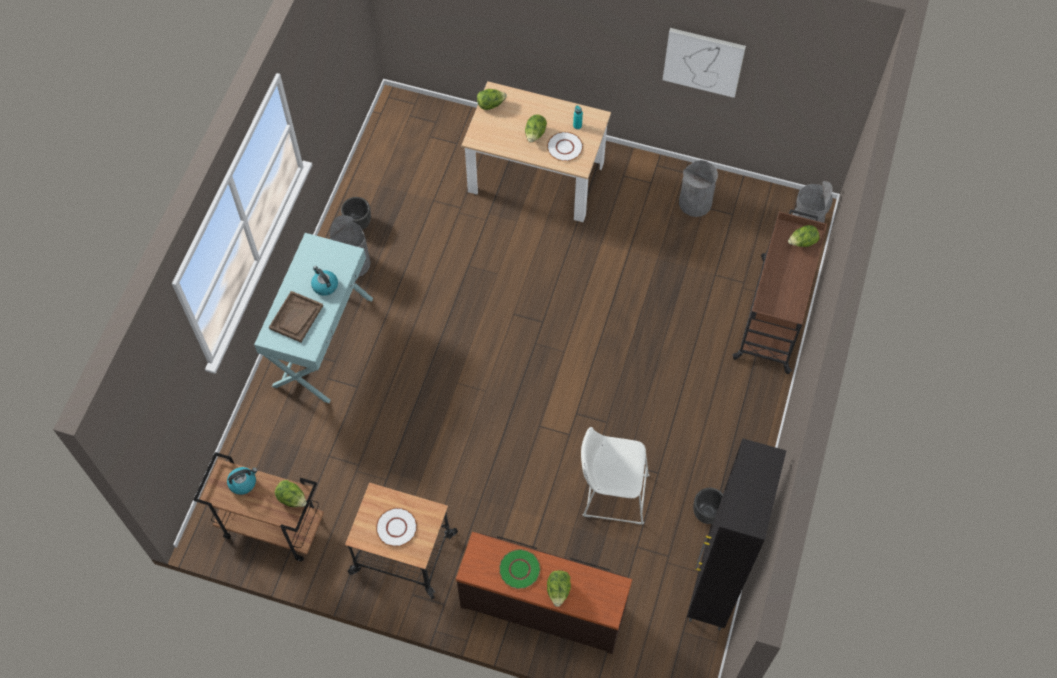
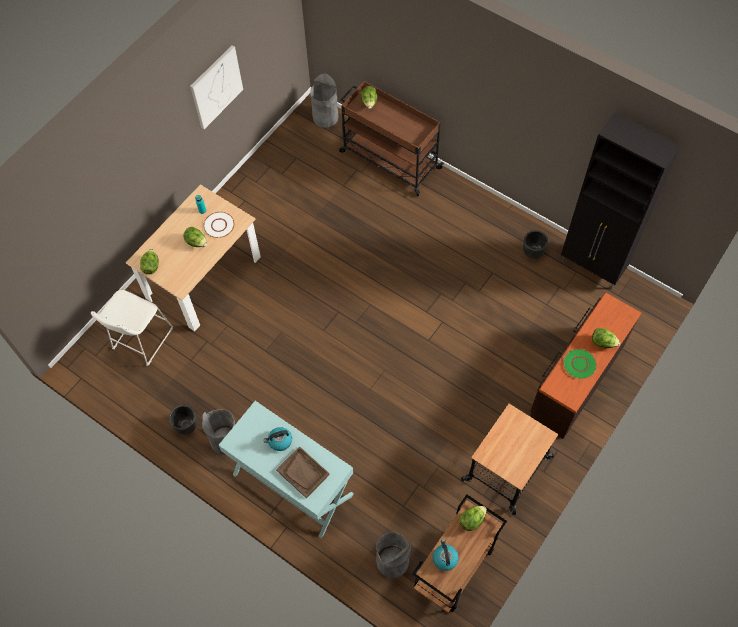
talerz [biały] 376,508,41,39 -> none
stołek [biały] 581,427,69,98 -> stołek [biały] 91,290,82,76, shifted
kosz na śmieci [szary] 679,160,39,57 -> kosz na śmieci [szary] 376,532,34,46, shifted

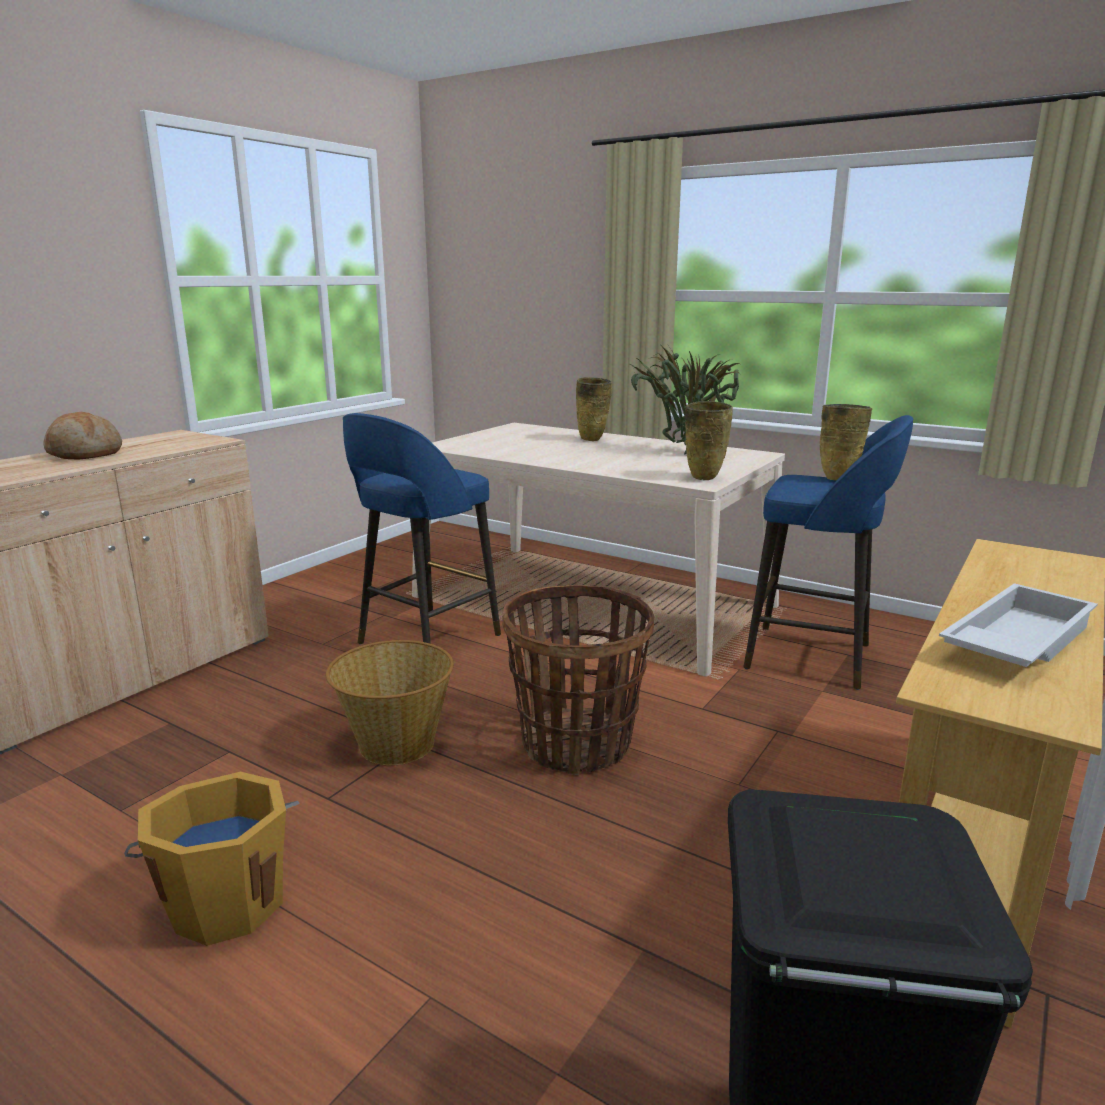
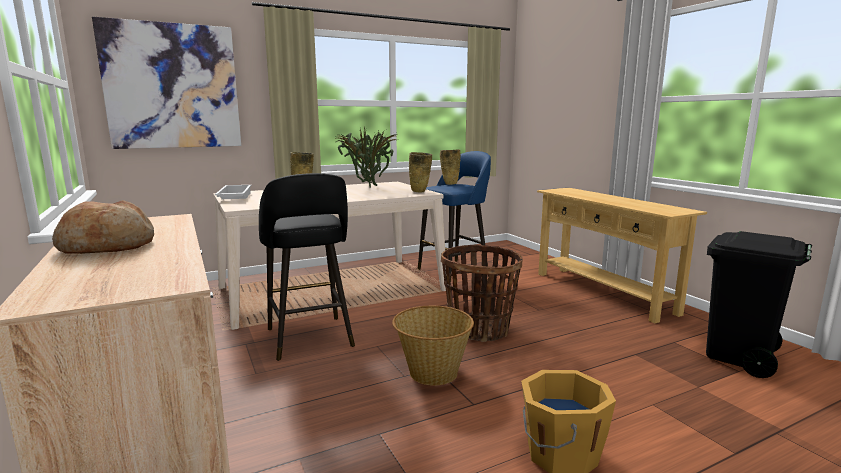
none -> obraz 92,17,149,132
taca [biały] 939,583,159,84 -> taca [biały] 215,185,36,14, shifted
stołek [niebieski] 343,413,158,231 -> stołek [czarny] 259,173,96,188

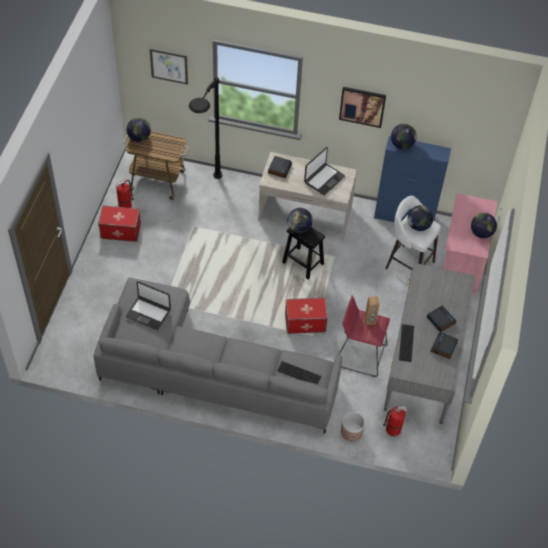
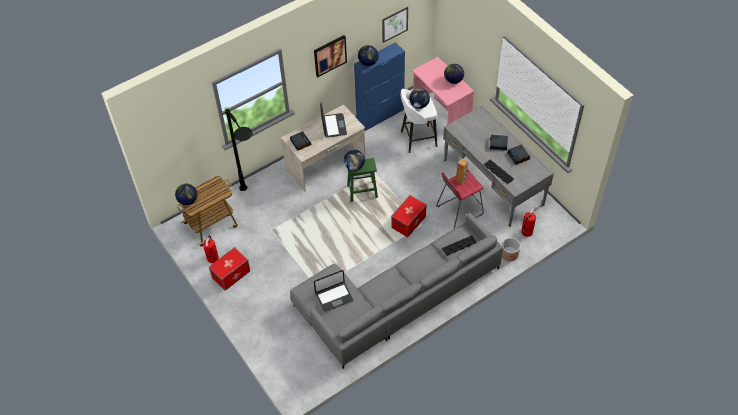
obraz 150,48,38,37 -> obraz 382,7,26,36, shifted
stołek [czarny] 282,227,43,52 -> stołek [zielony] 347,158,31,44

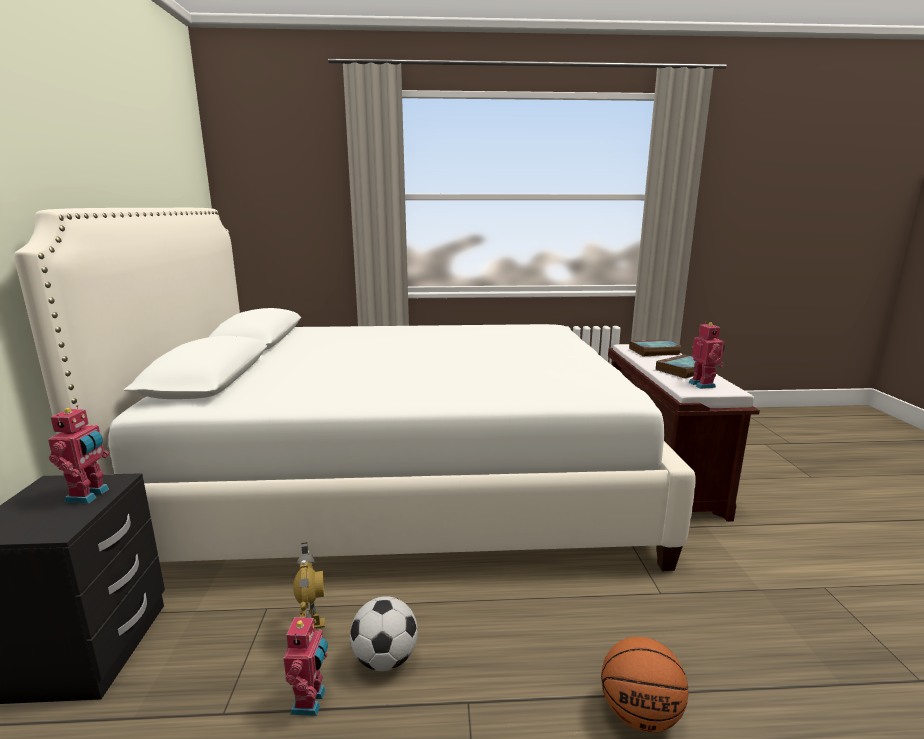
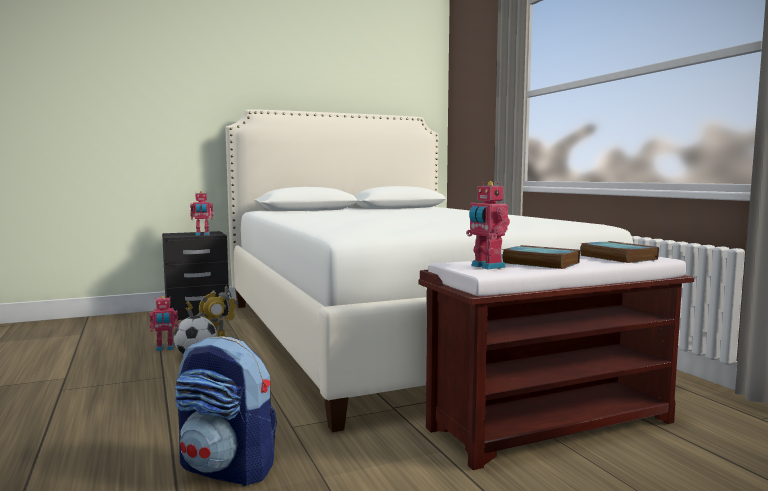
piłka do koszykówki 601,637,88,96 -> none
none -> plecak 175,336,102,150
robot zabawkowy 689,322,36,67 -> robot zabawkowy 466,181,44,88, 90 degrees clockwise

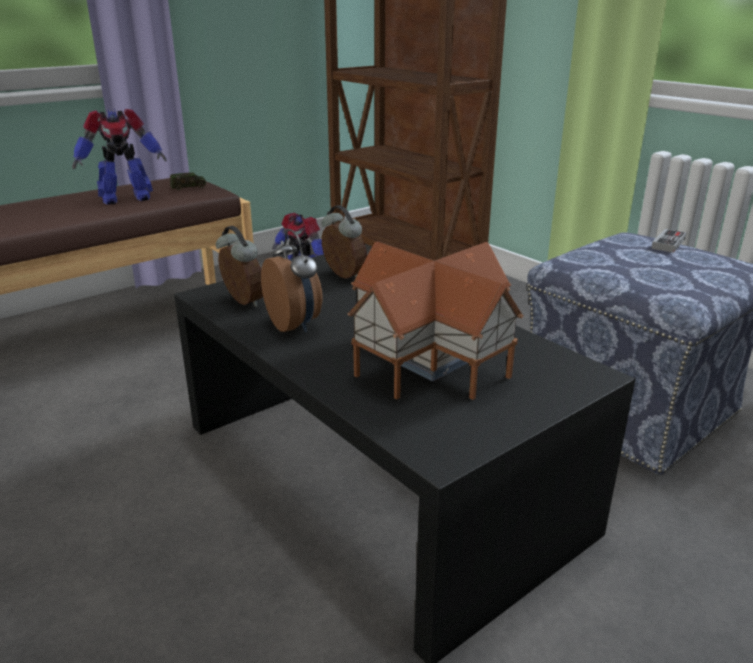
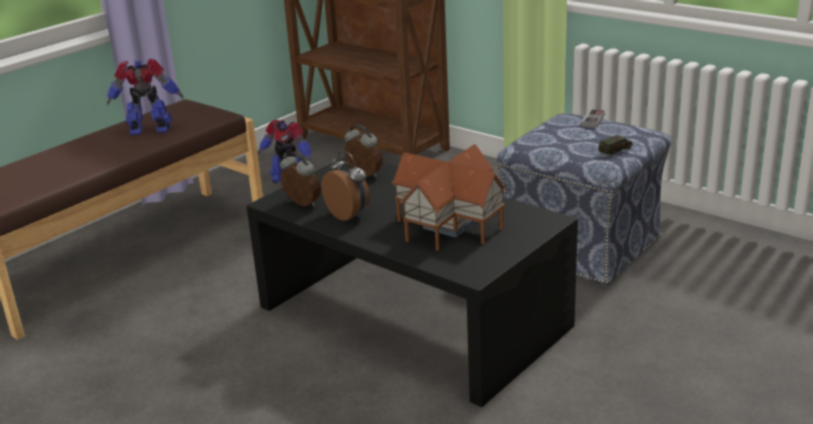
samochodzik 170,173,36,17 -> samochodzik 598,135,34,21, shifted
robot zabawkowy 72,109,95,96 -> robot zabawkowy 107,59,77,76, 150 degrees counterclockwise

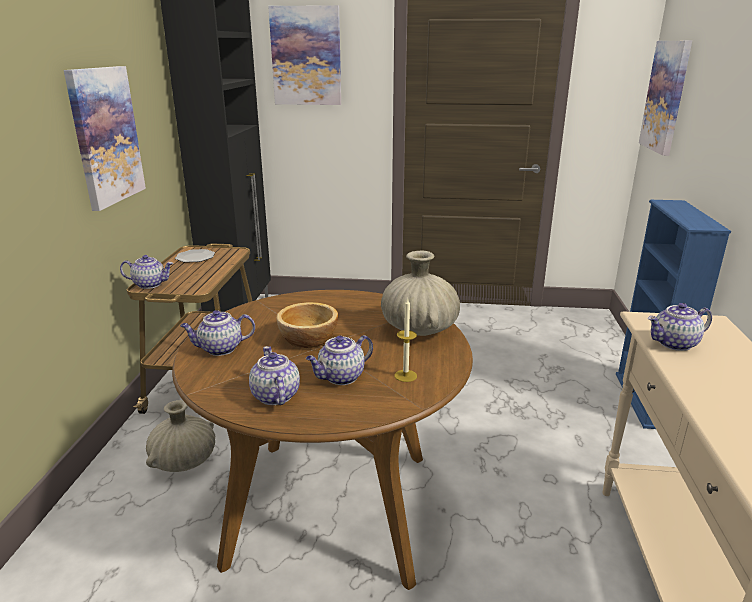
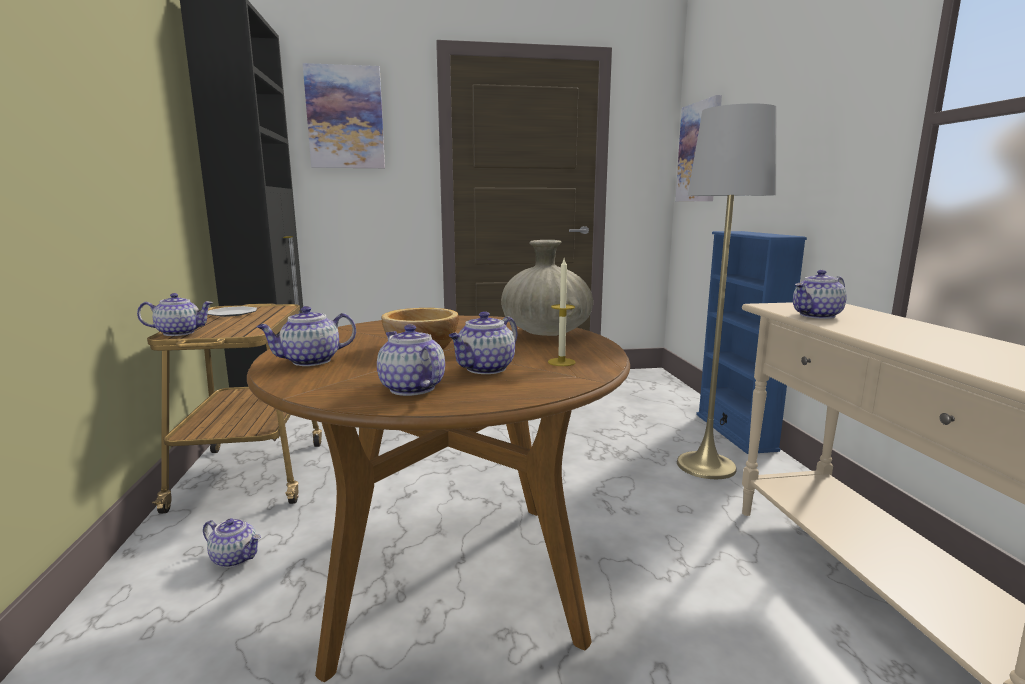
obraz 64,66,82,145 -> none
none -> lampa stojąca [szary] 677,104,100,375
wazon [beżowy] 146,400,69,72 -> imbryk 203,518,58,50

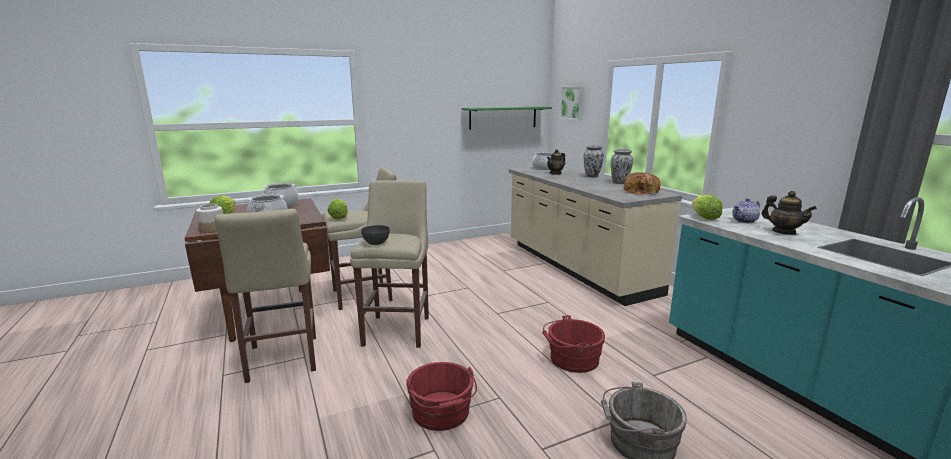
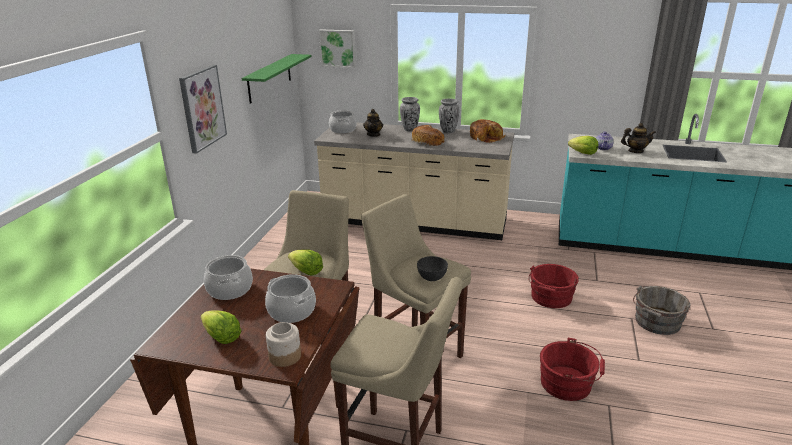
none -> obraz 179,65,48,89
none -> chleb 412,125,33,21

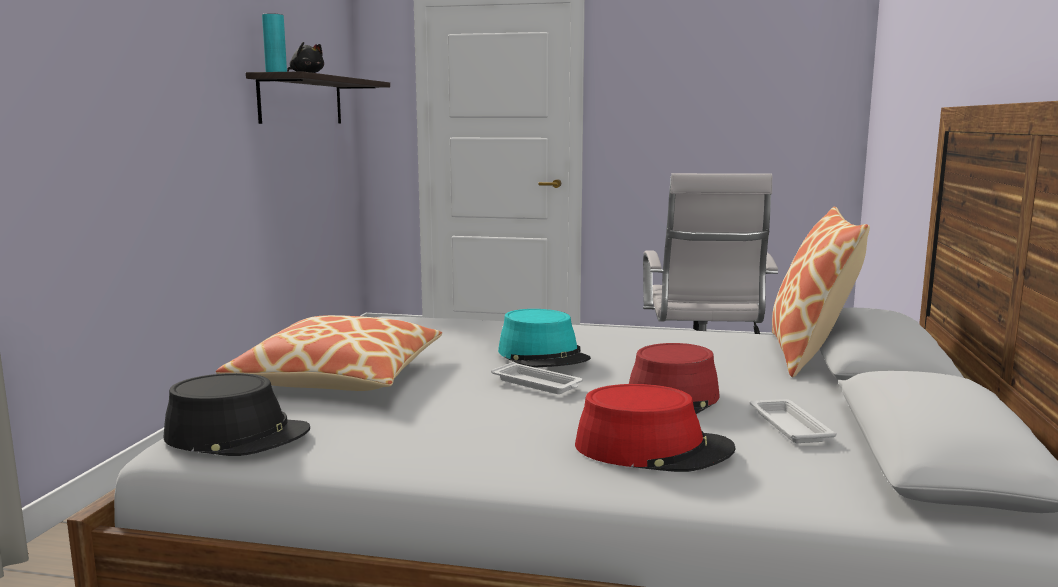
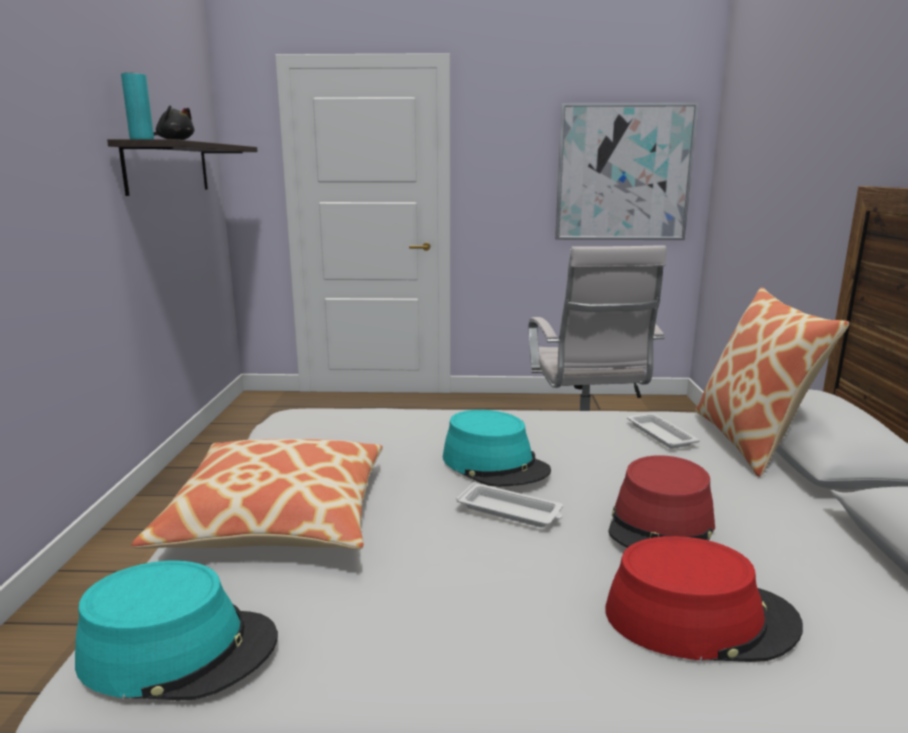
none -> obraz 555,103,144,137
taca [biały] 750,399,86,44 -> taca [biały] 627,413,73,36, shifted
kapelusz [czarny] 163,373,147,83 -> kapelusz [turkusowy] 75,561,203,139

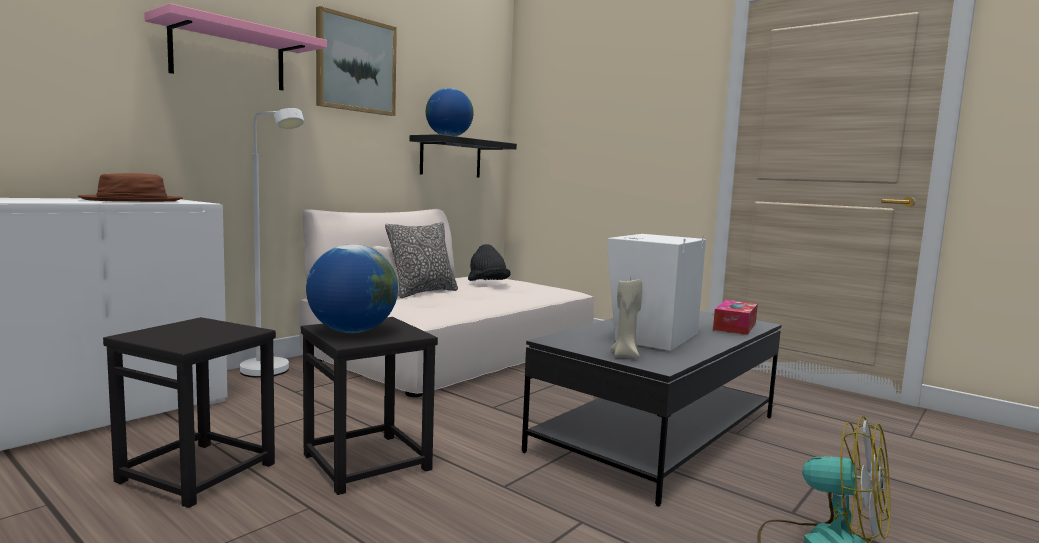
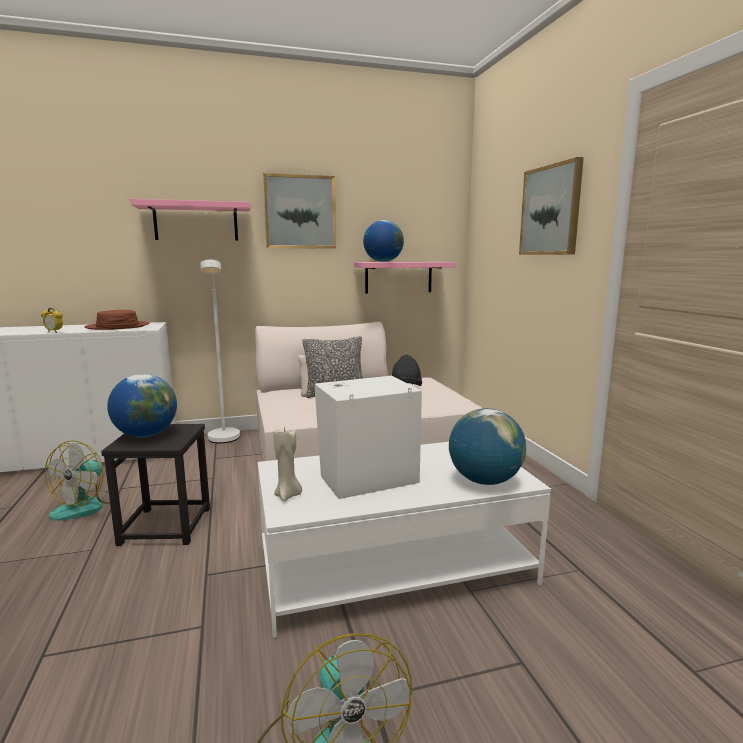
none -> budzik 41,308,22,25
none -> obraz 519,157,65,98
stołek [czarny] 103,317,173,191 -> wentylator 45,440,75,81
pudełko chusteczek 713,300,45,35 -> globus 449,408,77,77
półka [czarny] 410,134,107,44 -> półka [różowy] 354,262,102,32
ława [czarny] 522,311,259,196 -> ława [biały] 258,442,293,196

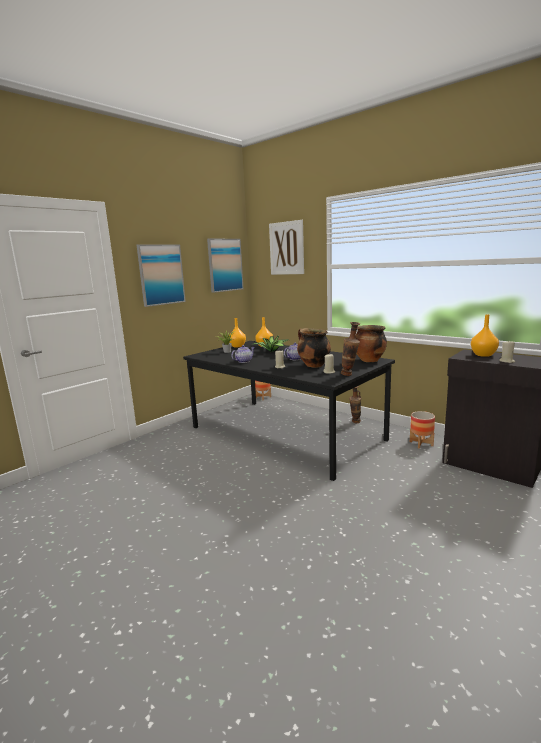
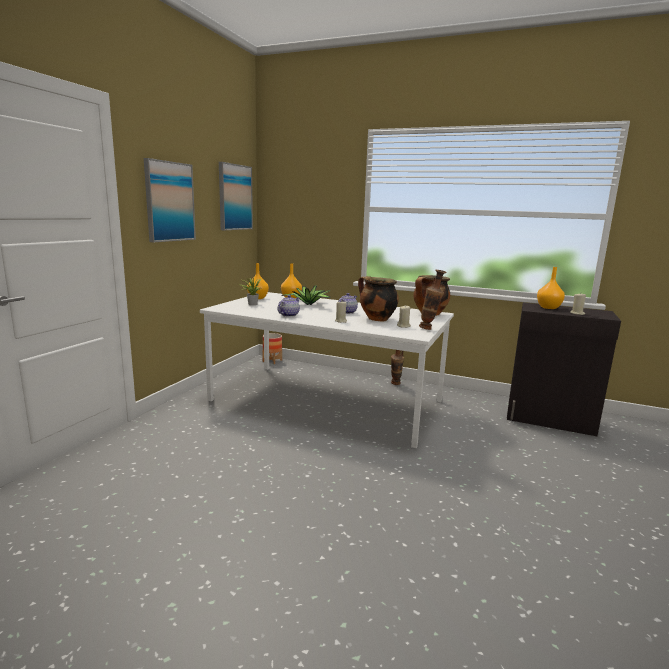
obraz 269,220,35,55 -> none
donica 410,411,25,38 -> none
stół jadalny [czarny] 183,341,212,140 -> stół jadalny [biały] 200,292,254,156

